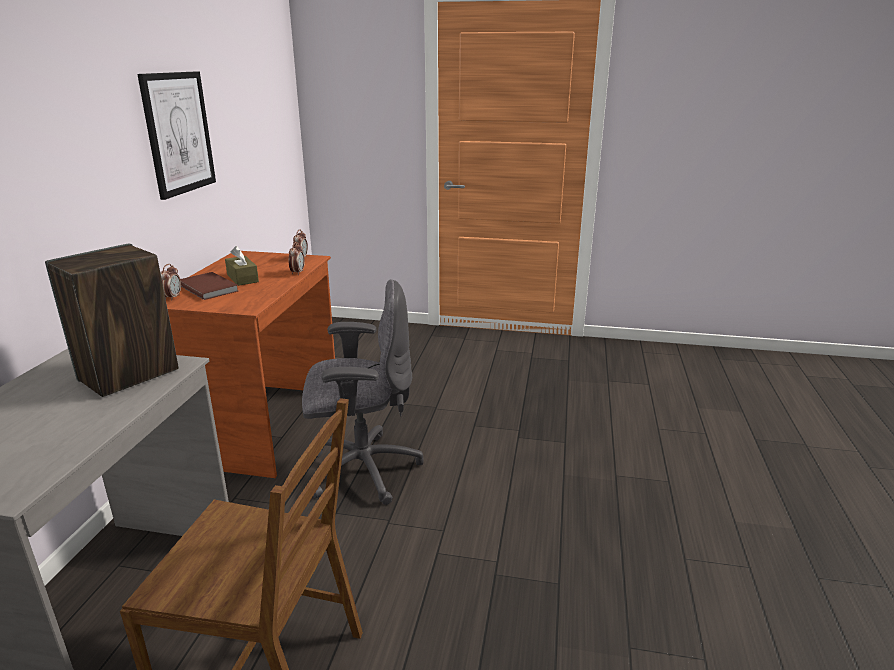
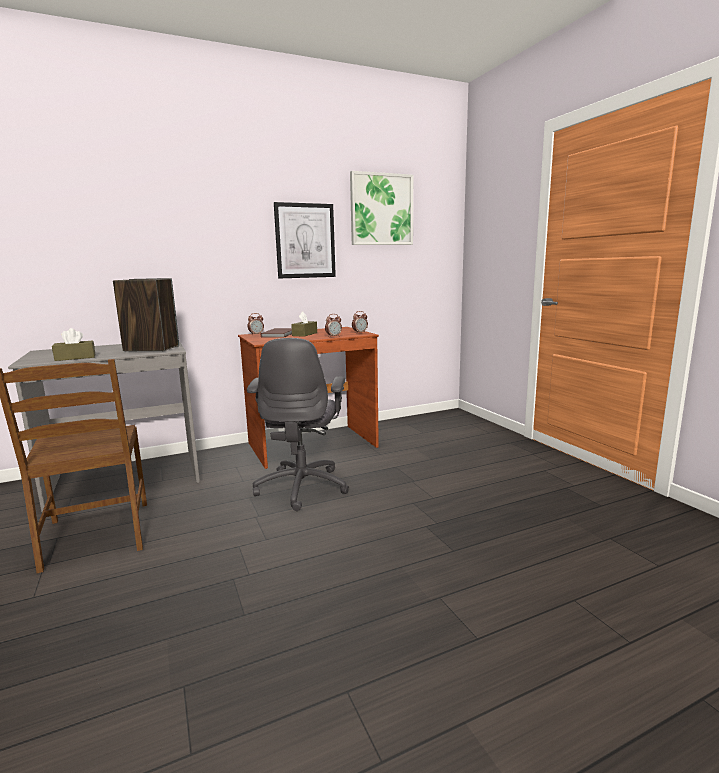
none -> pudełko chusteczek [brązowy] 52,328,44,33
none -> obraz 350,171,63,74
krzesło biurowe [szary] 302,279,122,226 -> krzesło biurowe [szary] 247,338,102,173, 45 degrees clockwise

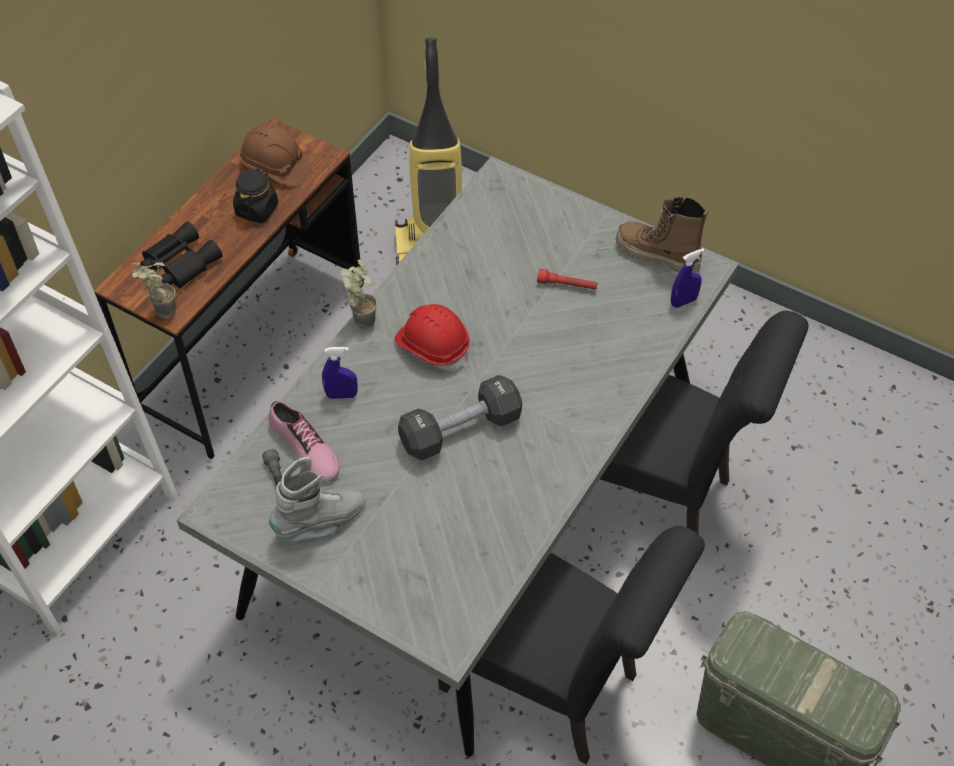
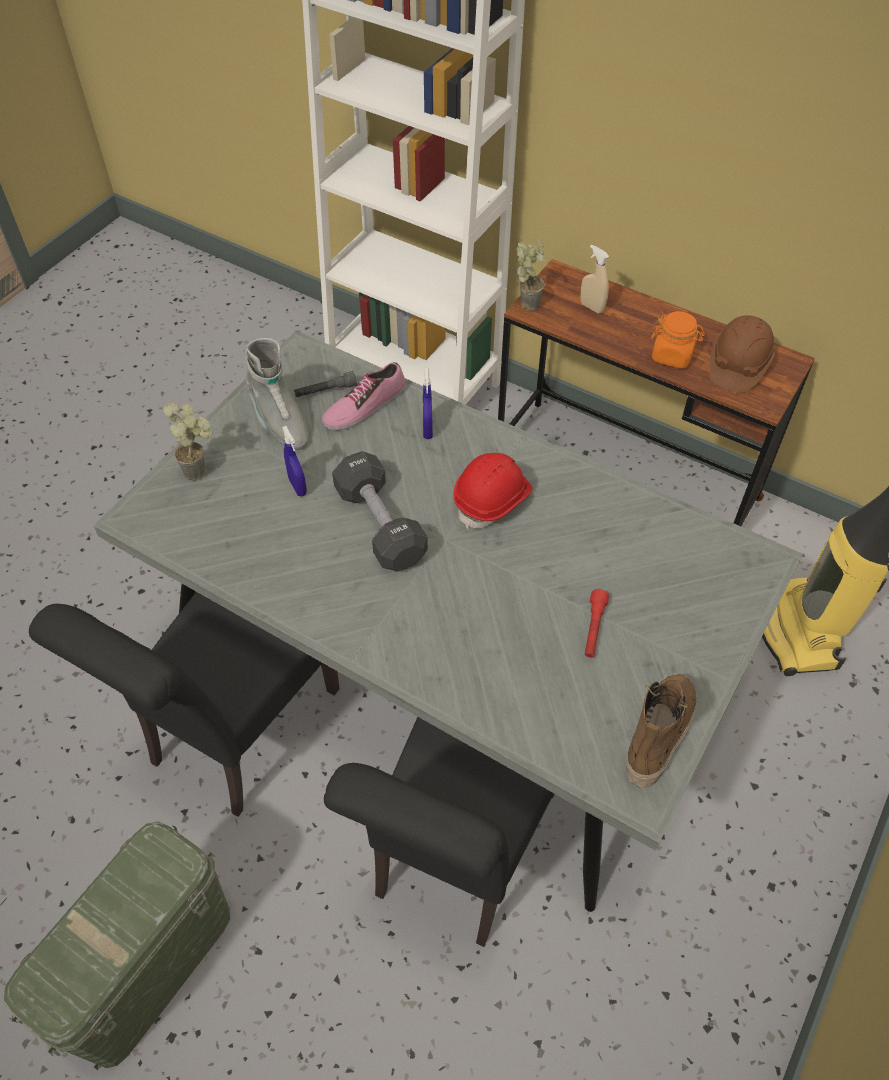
roślina doniczkowa 340,260,37,69 -> roślina doniczkowa 163,402,50,79, shifted
spryskiwacz [niebieski] 671,248,33,60 -> spryskiwacz [niebieski] 282,426,25,70, shifted
lornetka [czarny] 140,221,83,68 -> spryskiwacz [beżowy] 580,245,29,69
słoik [czarny] 233,168,45,55 -> słoik [pomarańczowy] 651,311,54,58

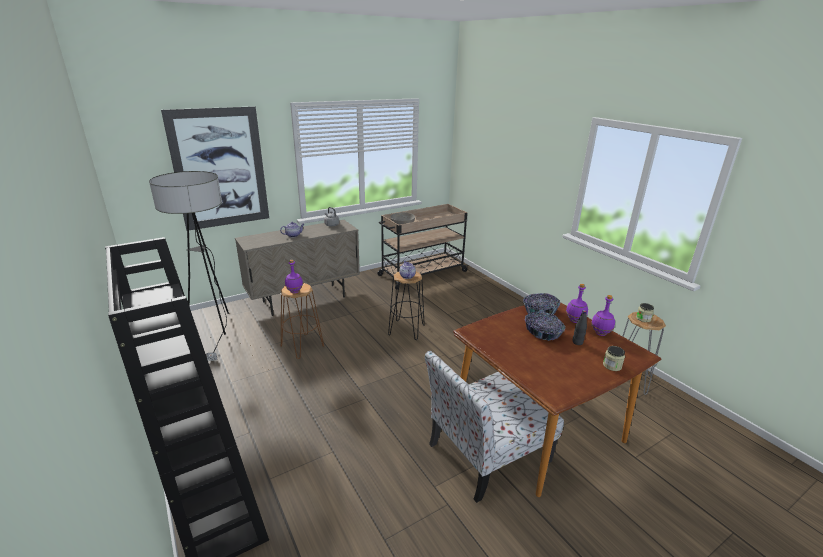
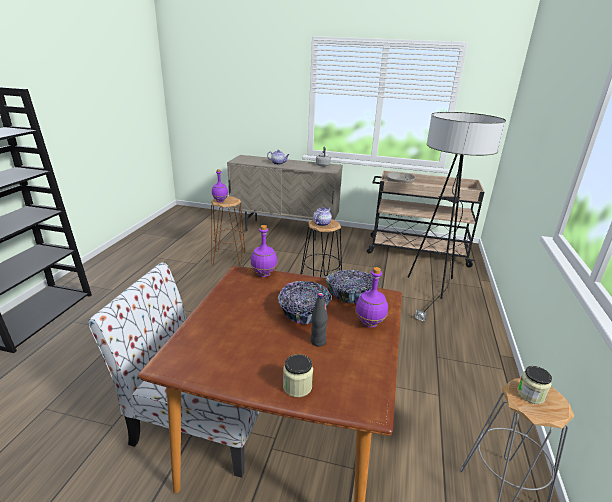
obraz 161,106,108,125 -> none
lampa stojąca 149,171,80,190 -> lampa stojąca 408,112,98,209, shifted
butelka [fioletowy] 591,295,24,41 -> butelka [fioletowy] 250,225,28,52, shifted

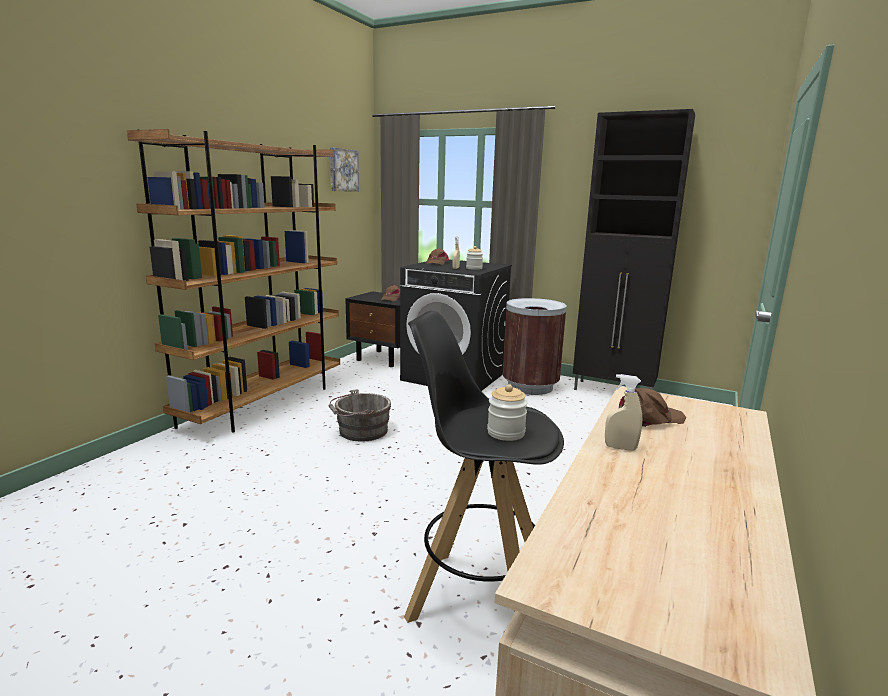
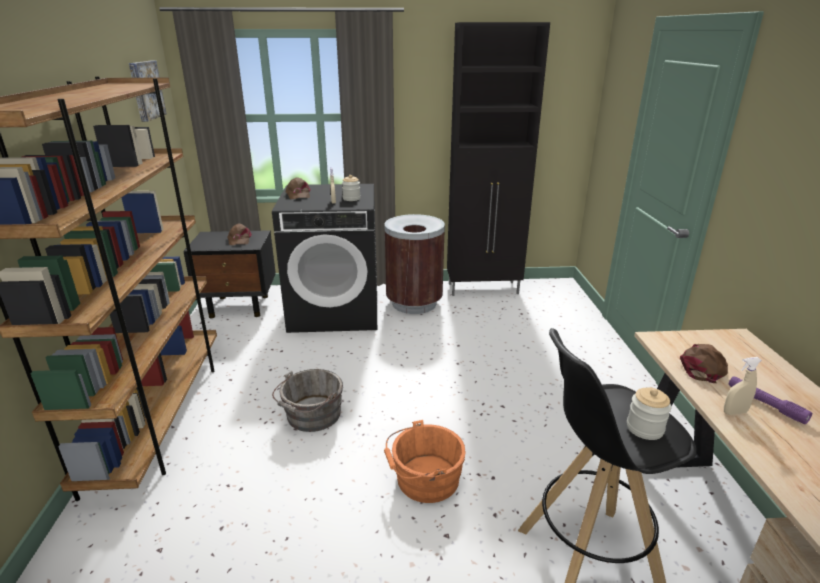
none -> wiadro [pomarańczowy] 384,420,82,83
none -> latarka [fioletowy] 729,376,84,48

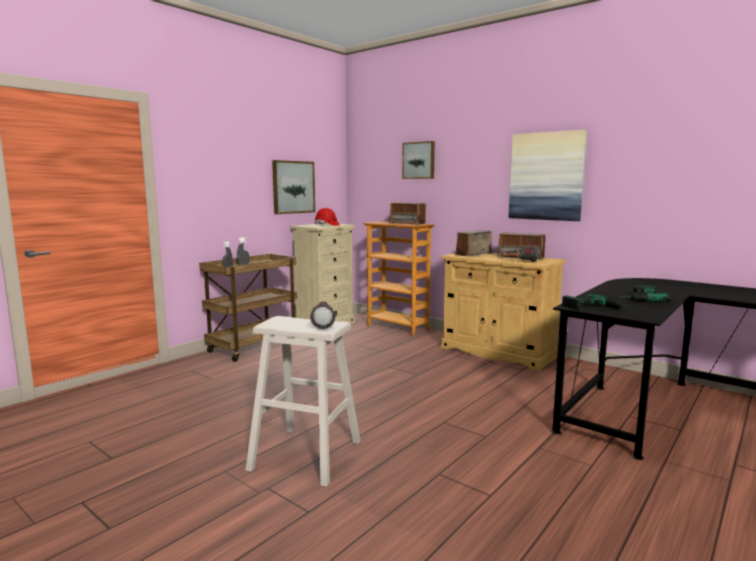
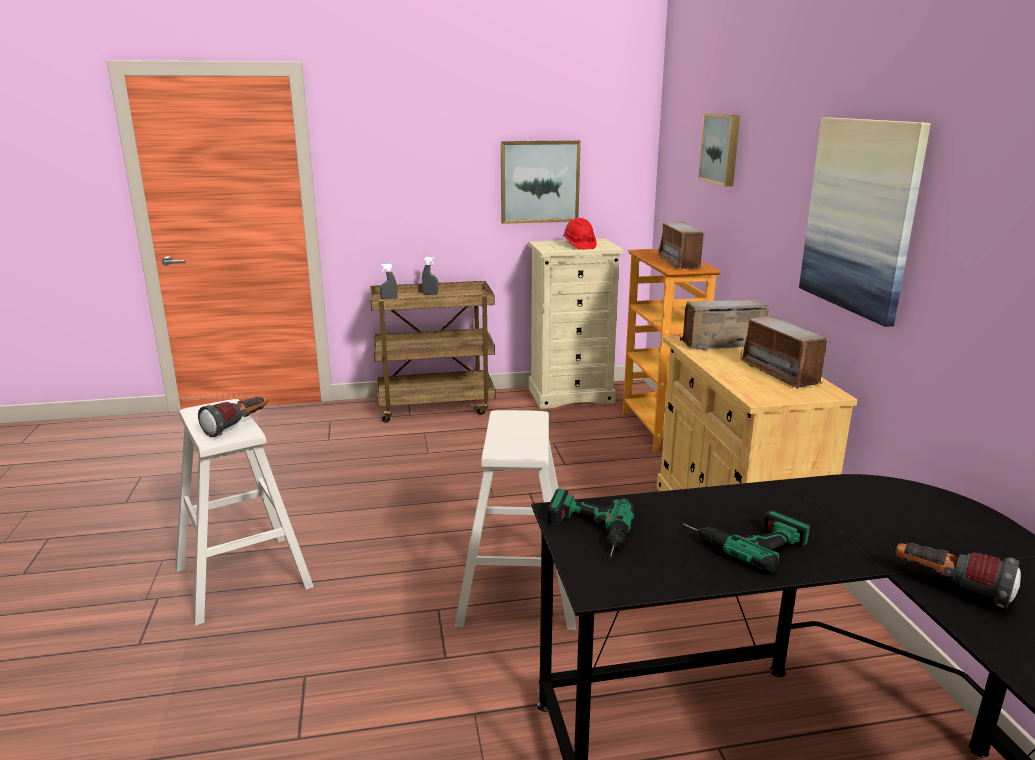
none -> stołek [beżowy] 455,410,121,220
latarka 502,246,36,16 -> latarka 896,543,125,65, shifted

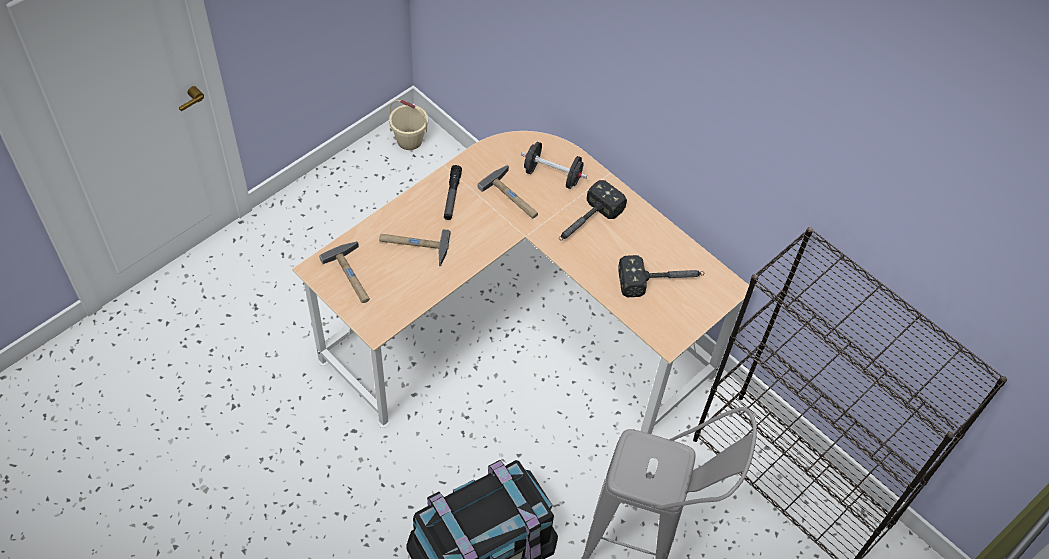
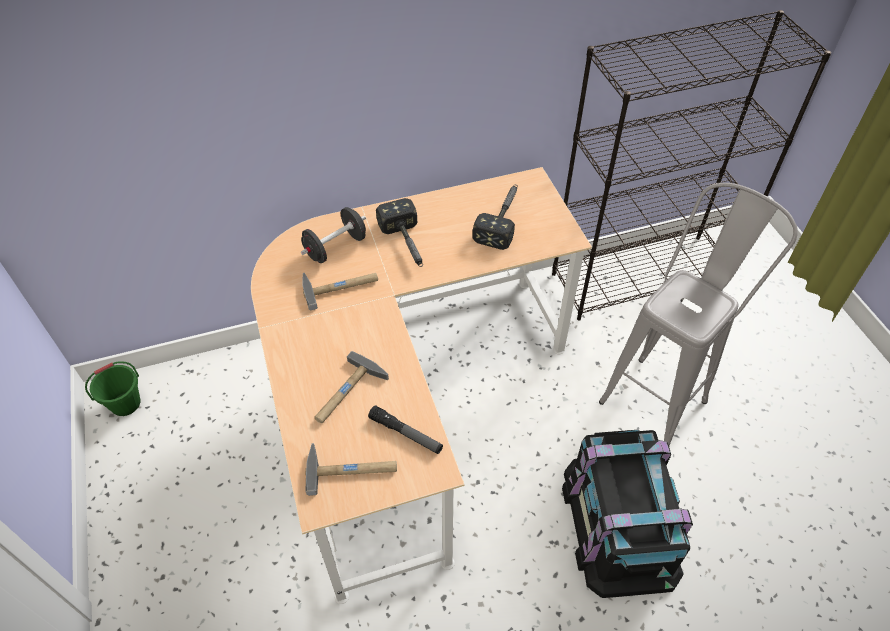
latarka 444,165,18,55 -> latarka 368,405,75,49, shifted
wiadro [beżowy] 389,100,39,50 -> wiadro [zielony] 85,361,55,55

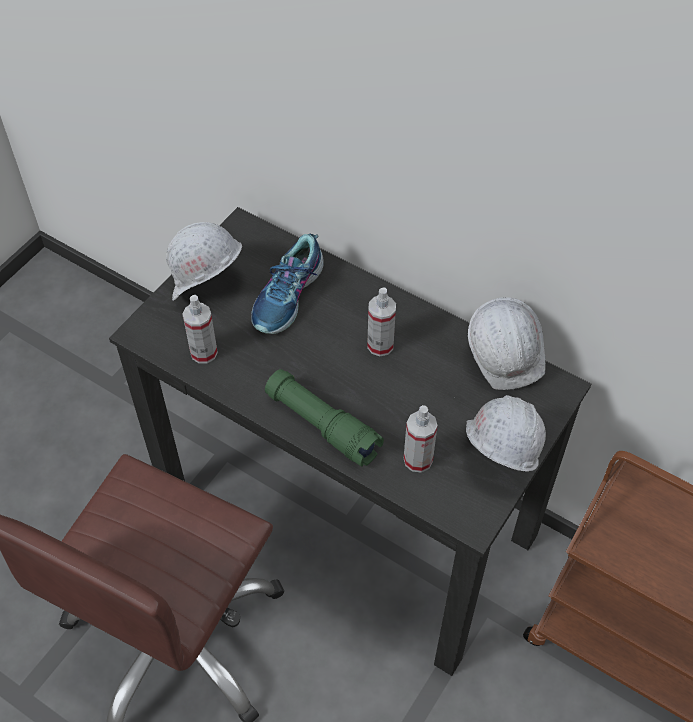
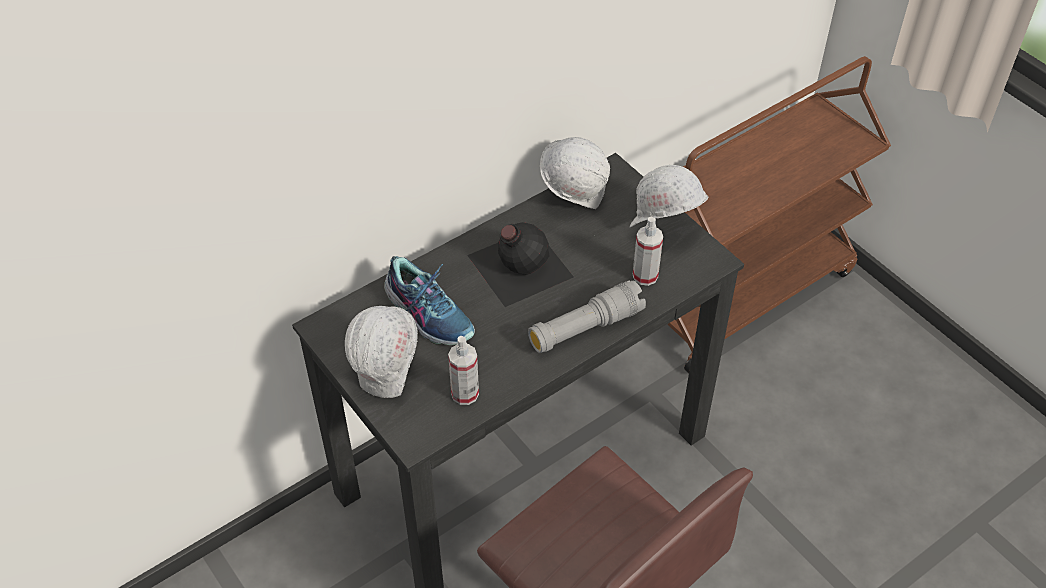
spryskiwacz 367,288,29,68 -> butelka [czarny] 467,222,107,85
latarka [zielony] 265,369,119,98 -> latarka [szary] 528,281,118,72

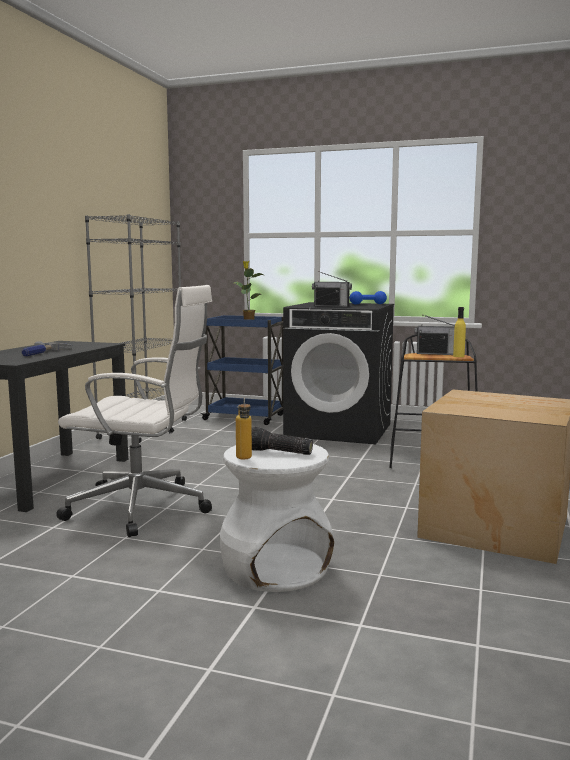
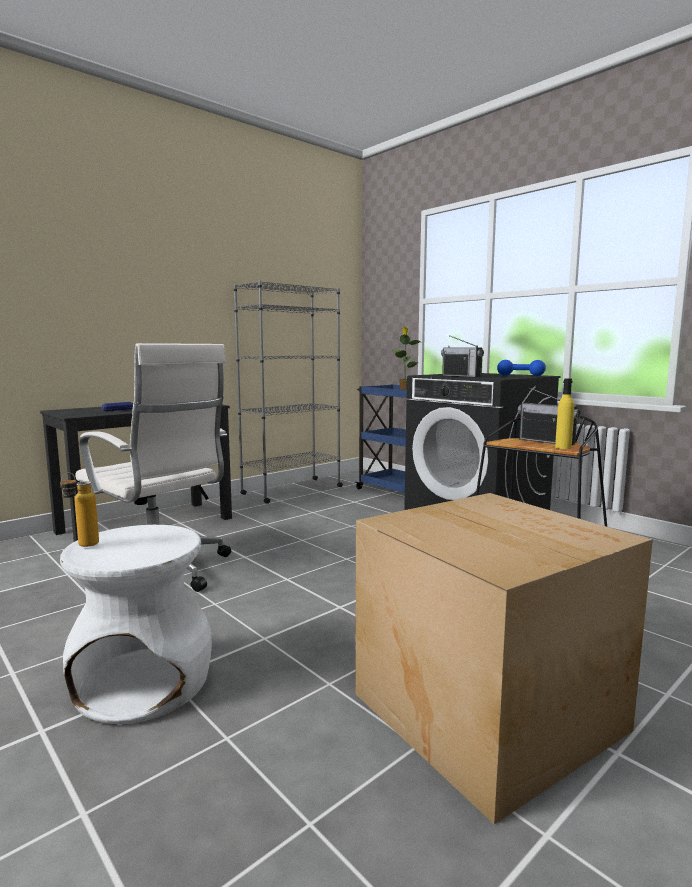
latarka 252,427,61,28 -> none

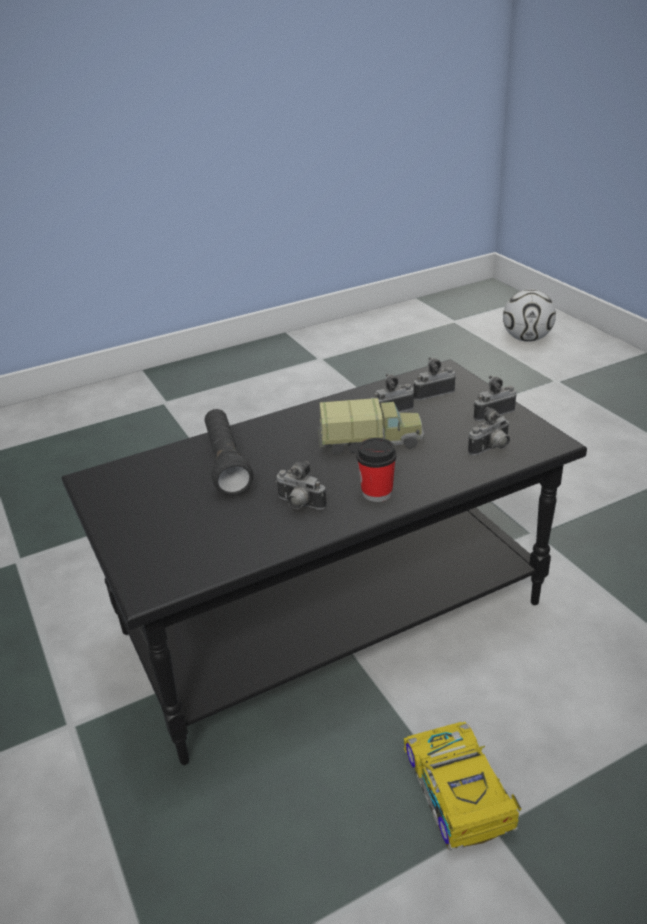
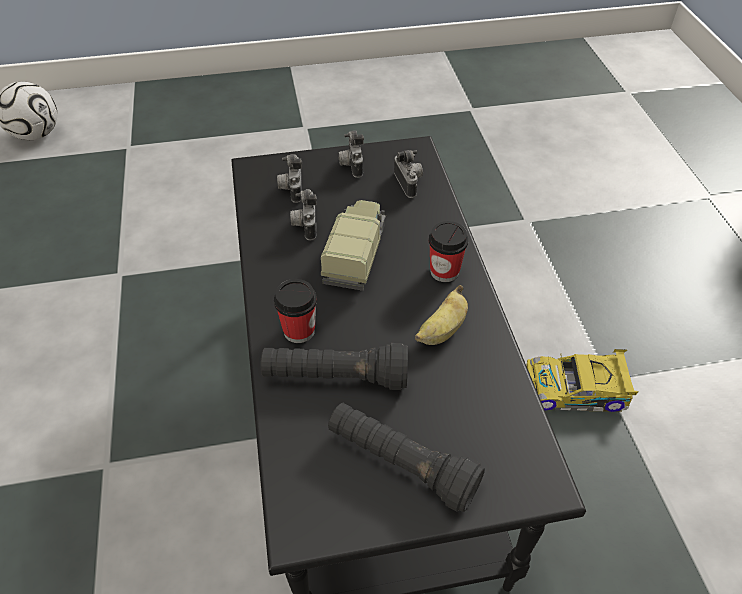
none -> filiżanka 274,279,43,64
none -> latarka [czarny] 328,403,157,109
aparat fotograficzny 275,461,52,49 -> banan 415,285,53,60

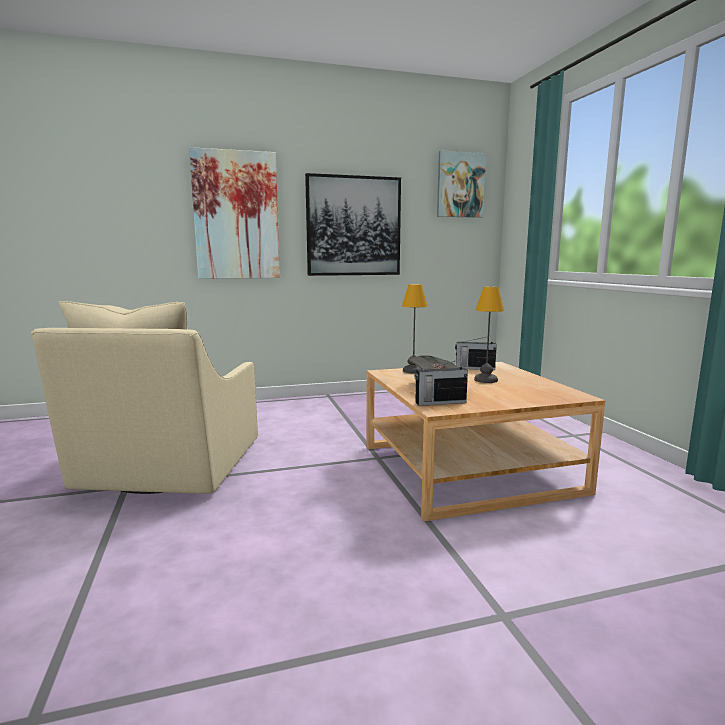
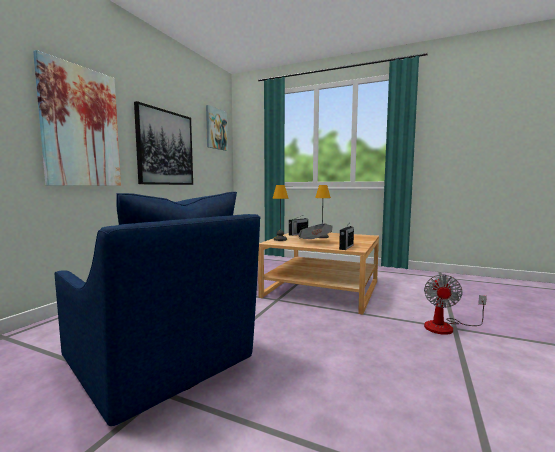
none -> wentylator 424,274,63,61
fotel [beżowy] 31,301,227,193 -> fotel [niebieski] 55,192,206,234

